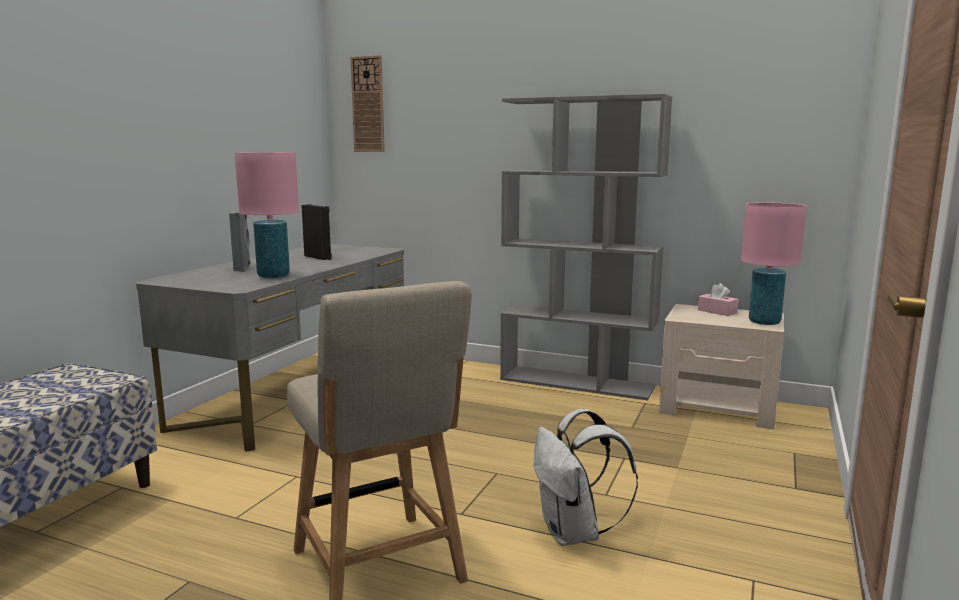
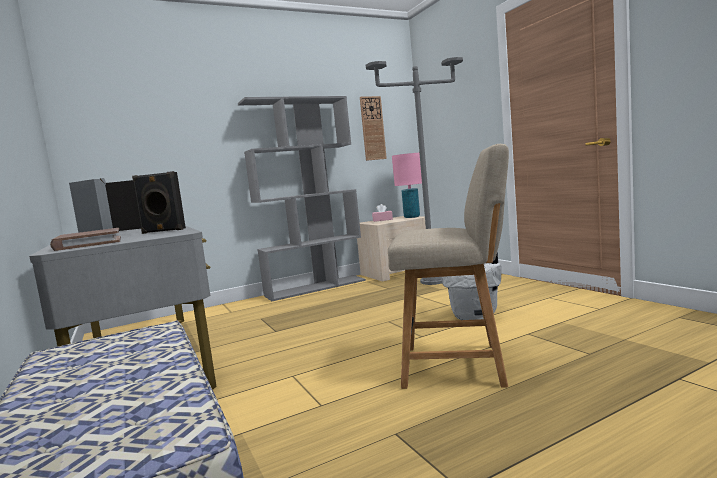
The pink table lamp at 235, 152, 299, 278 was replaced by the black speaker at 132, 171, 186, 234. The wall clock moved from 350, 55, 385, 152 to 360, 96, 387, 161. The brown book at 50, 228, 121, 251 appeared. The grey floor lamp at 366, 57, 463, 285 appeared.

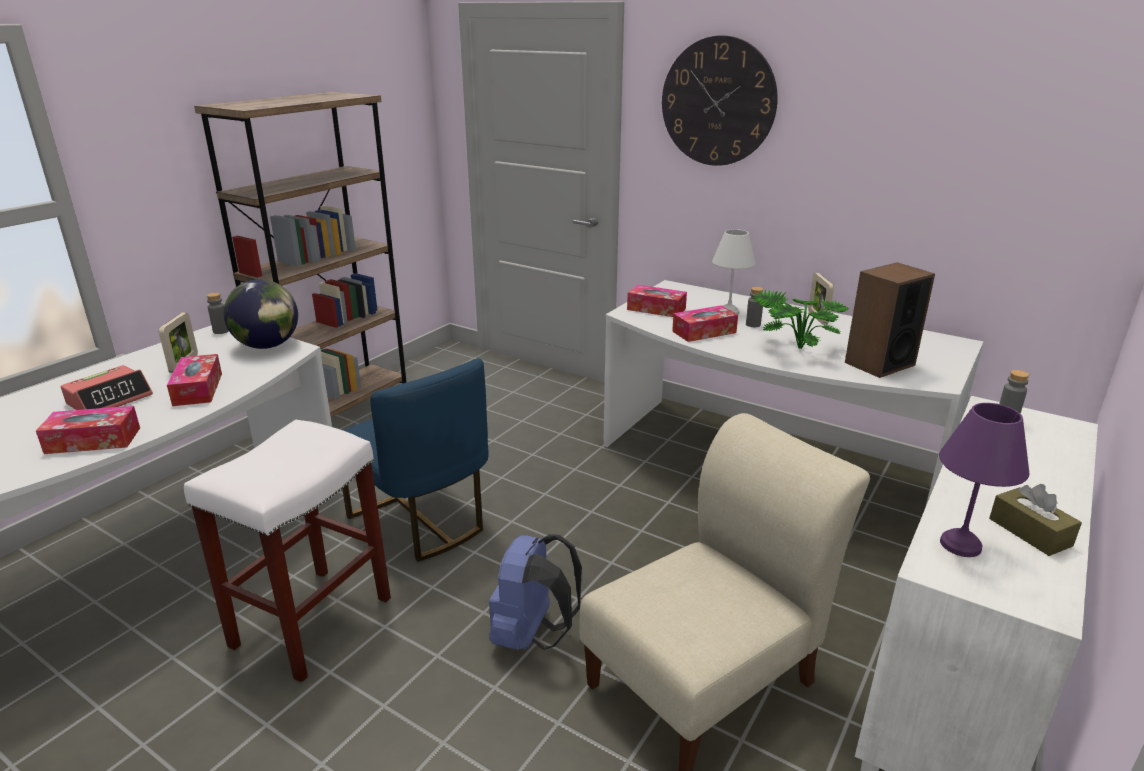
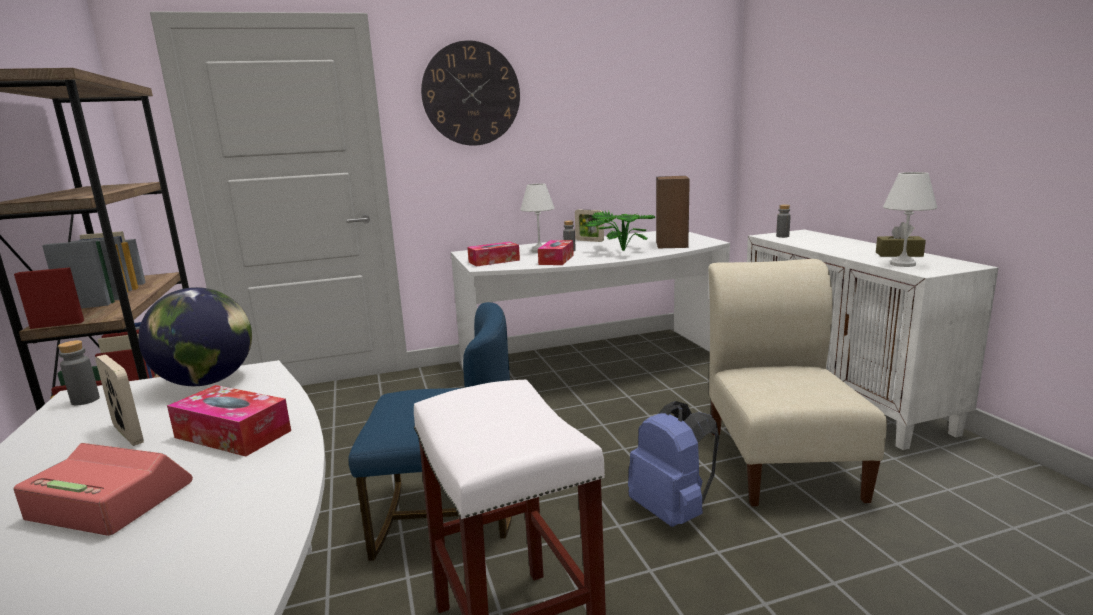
The tissue box at 36, 406, 140, 454 disappeared. The alarm clock at 61, 365, 153, 410 turned 60 degrees counterclockwise. The purple table lamp at 939, 403, 1029, 557 became the white table lamp at 883, 172, 937, 267.

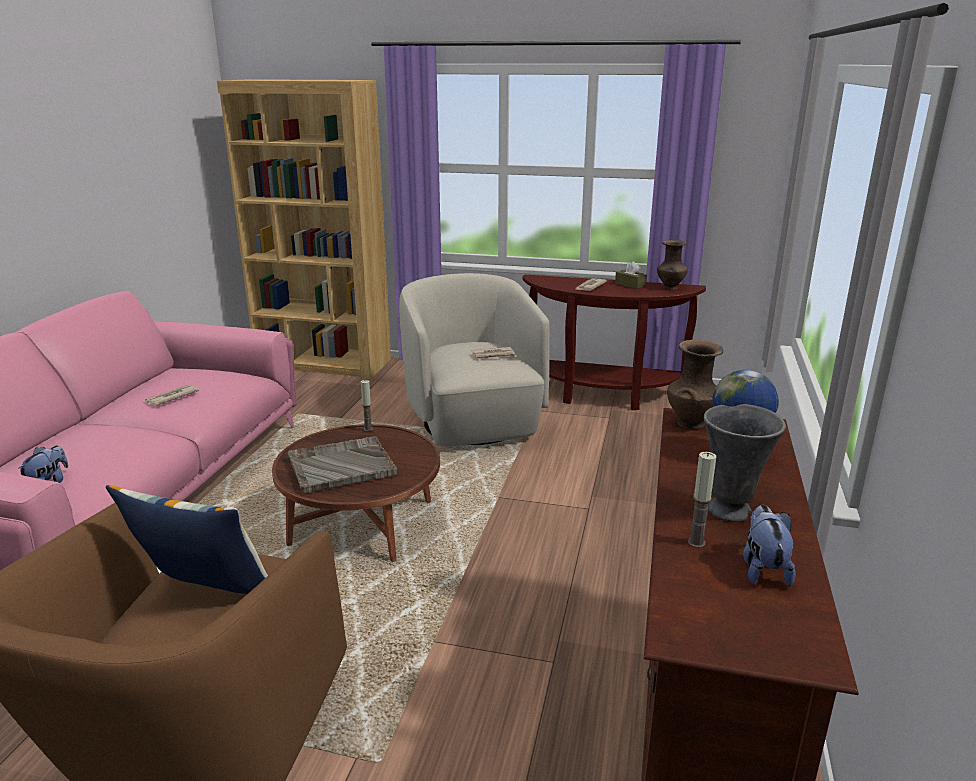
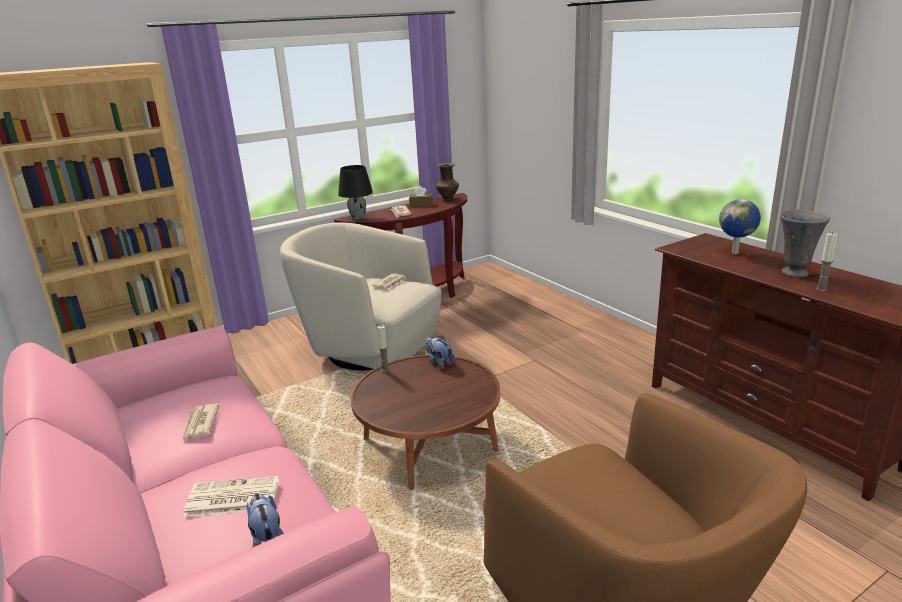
The pillow at 106, 485, 268, 594 disappeared. The grey tray at 287, 436, 397, 494 disappeared. The brown vase at 667, 340, 723, 429 disappeared. The plush toy moved from 743, 505, 796, 586 to 426, 335, 456, 370. The newspaper at 183, 476, 279, 517 appeared. The black table lamp at 338, 165, 373, 220 appeared.

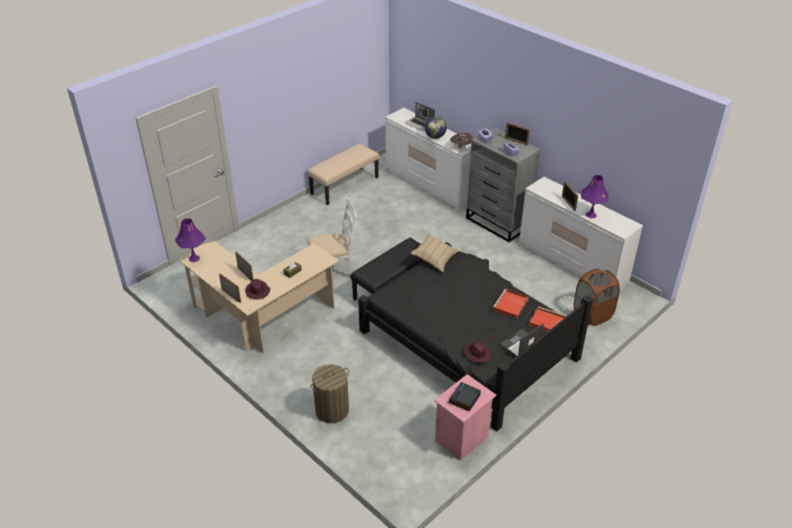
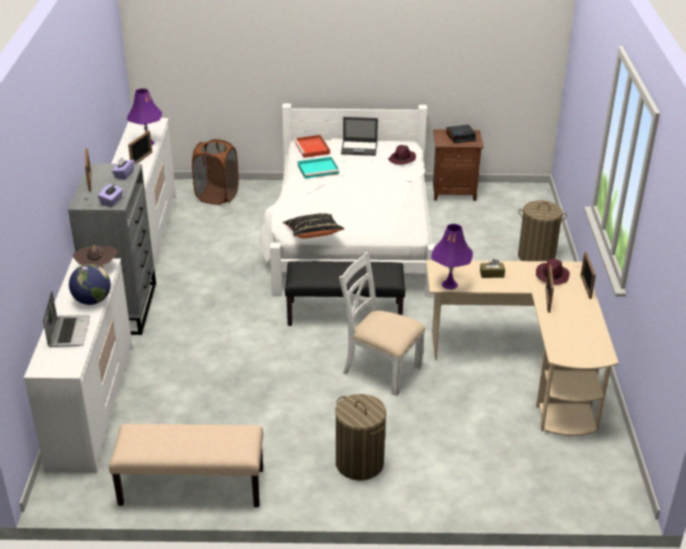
The purple table lamp moved from 175, 218, 206, 262 to 431, 224, 473, 289. The black bed at 358, 242, 593, 431 became the white bed at 259, 103, 437, 297. The beige pillow at 410, 233, 459, 272 became the black pillow at 283, 213, 345, 238. The pink nightstand at 434, 374, 496, 461 became the brown nightstand at 433, 129, 484, 201. The red tray at 493, 289, 529, 318 became the turquoise tray at 298, 157, 339, 179. The laundry basket at 335, 394, 386, 480 appeared.

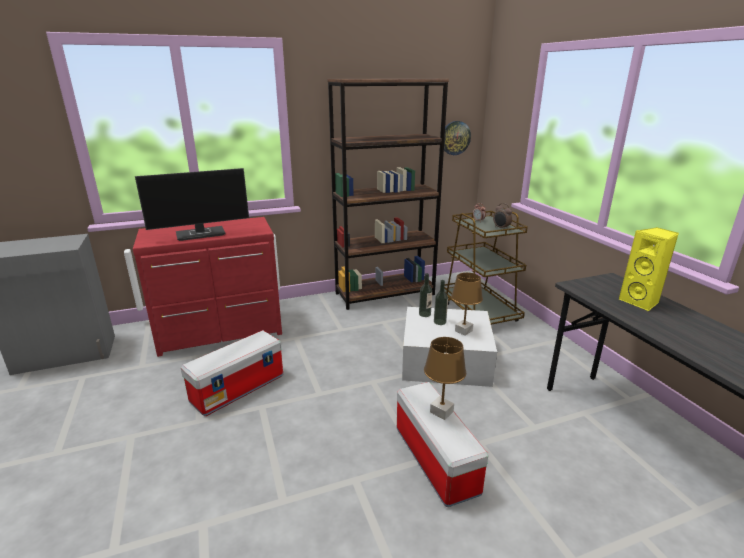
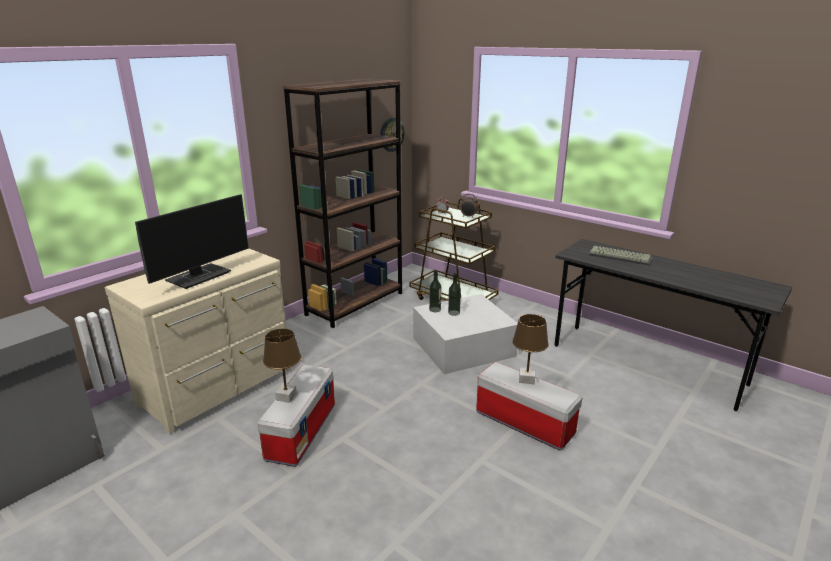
The red dresser at 133, 217, 282, 357 became the beige dresser at 105, 249, 291, 434. The brown table lamp moved from 451, 273, 483, 336 to 263, 329, 301, 403. The yellow speaker at 619, 227, 679, 311 was replaced by the keyboard at 588, 246, 652, 265.

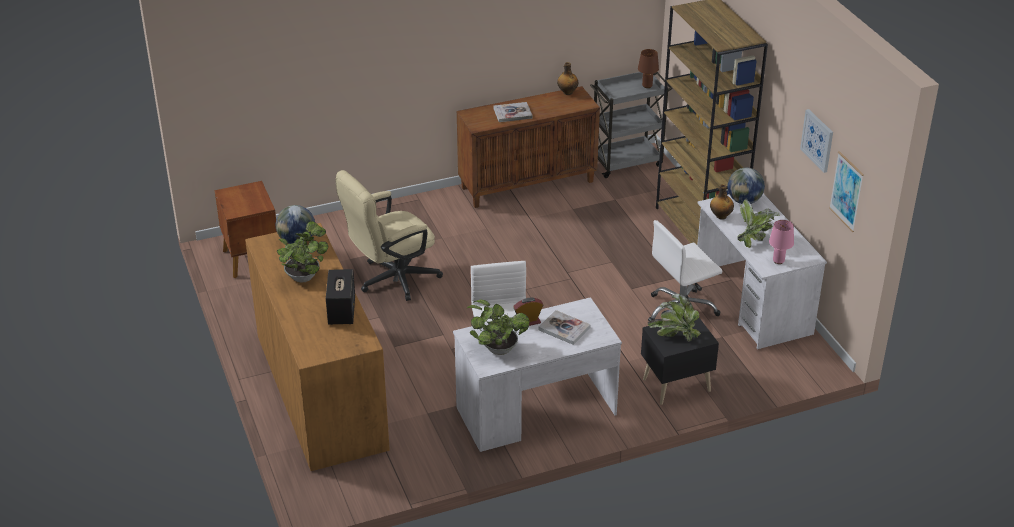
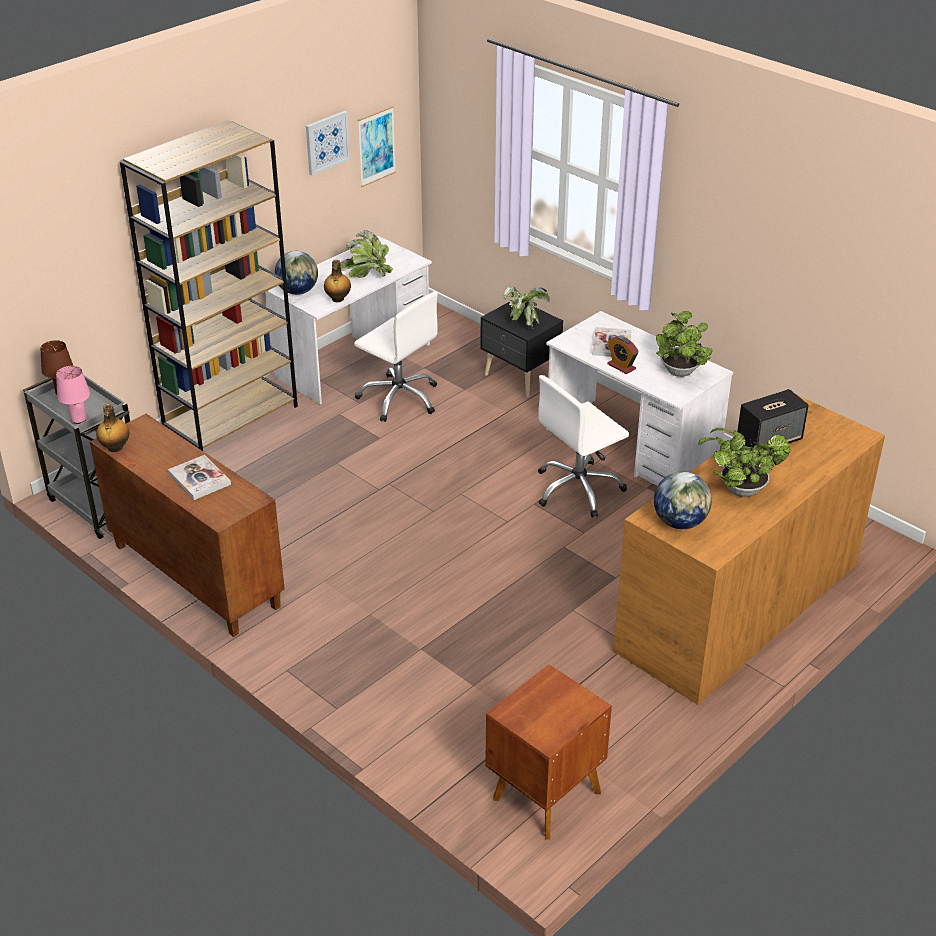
The beige office chair at 335, 170, 443, 301 disappeared. The pink table lamp moved from 769, 220, 794, 264 to 56, 366, 90, 424.

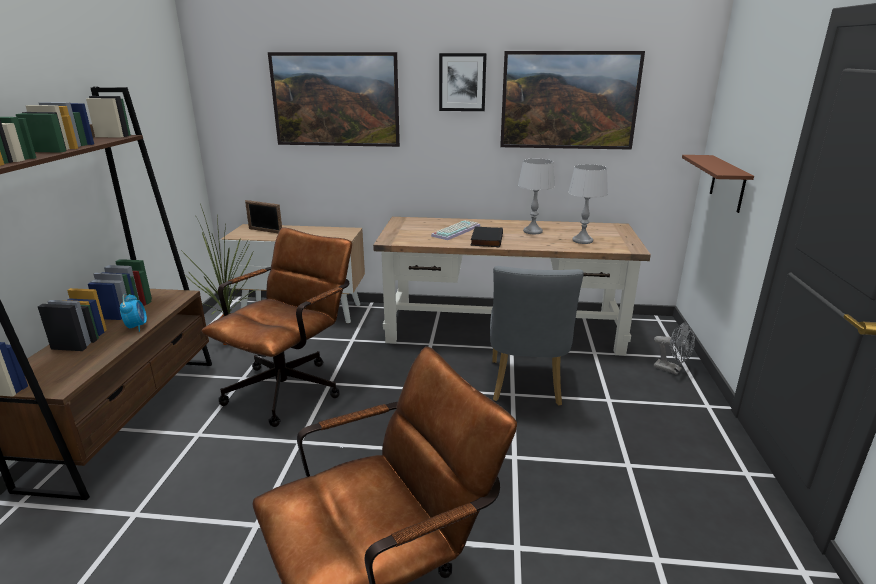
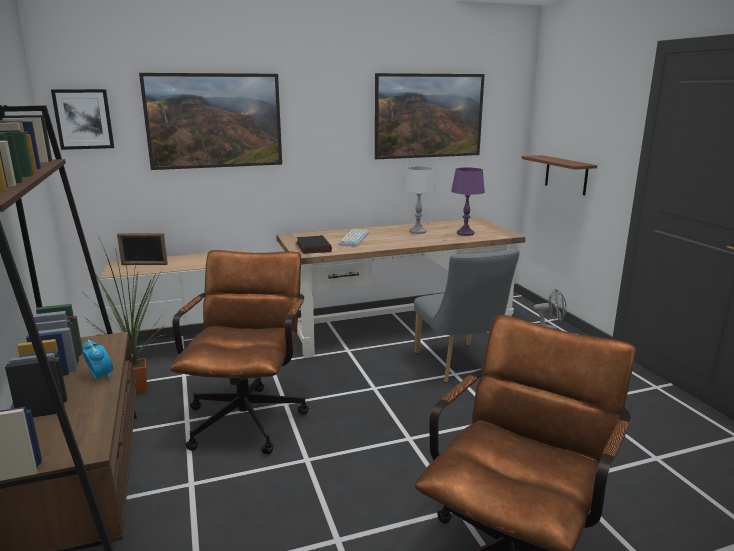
The picture moved from 439, 53, 487, 111 to 51, 89, 114, 150. The black book moved from 470, 226, 503, 248 to 297, 235, 332, 254. The grey table lamp at 568, 164, 608, 244 became the purple table lamp at 451, 168, 485, 236.

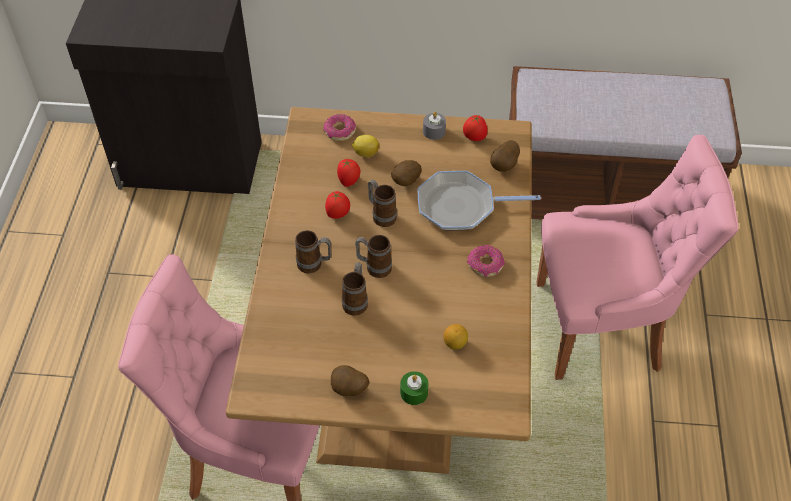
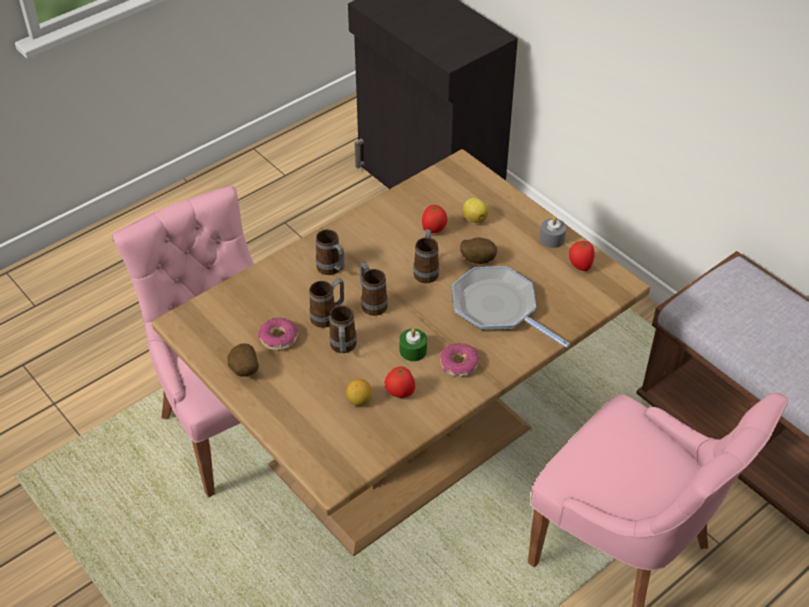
The donut moved from 323, 114, 356, 141 to 258, 318, 298, 350. The tomato moved from 325, 191, 350, 219 to 385, 367, 415, 398. The green candle moved from 400, 371, 428, 405 to 399, 328, 427, 361. The potato at 490, 140, 520, 172 disappeared. The mug at 329, 305, 357, 353 appeared.

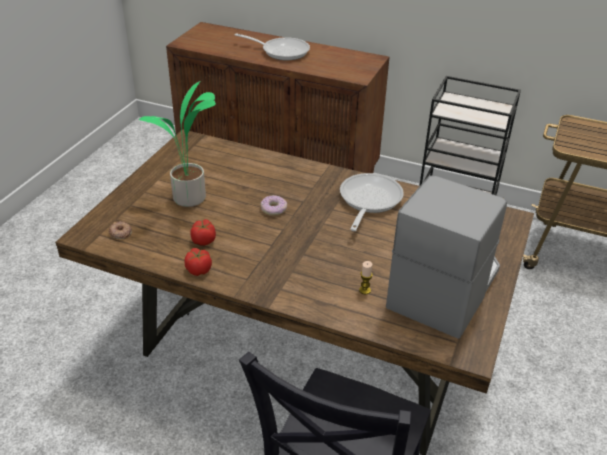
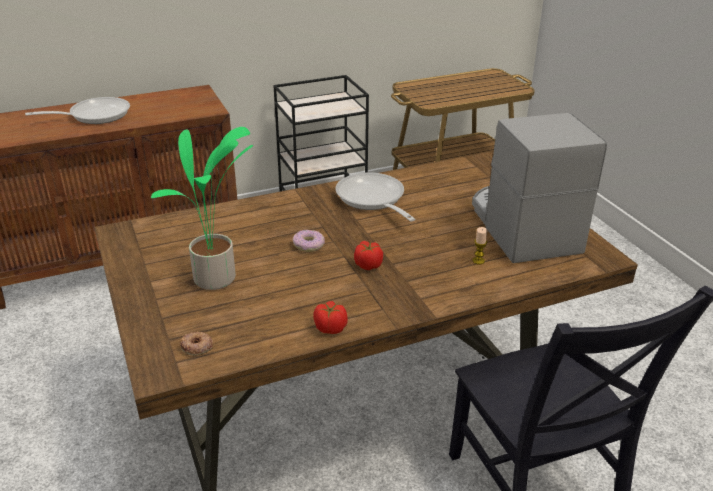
The tomato moved from 190, 219, 216, 246 to 354, 241, 383, 270.

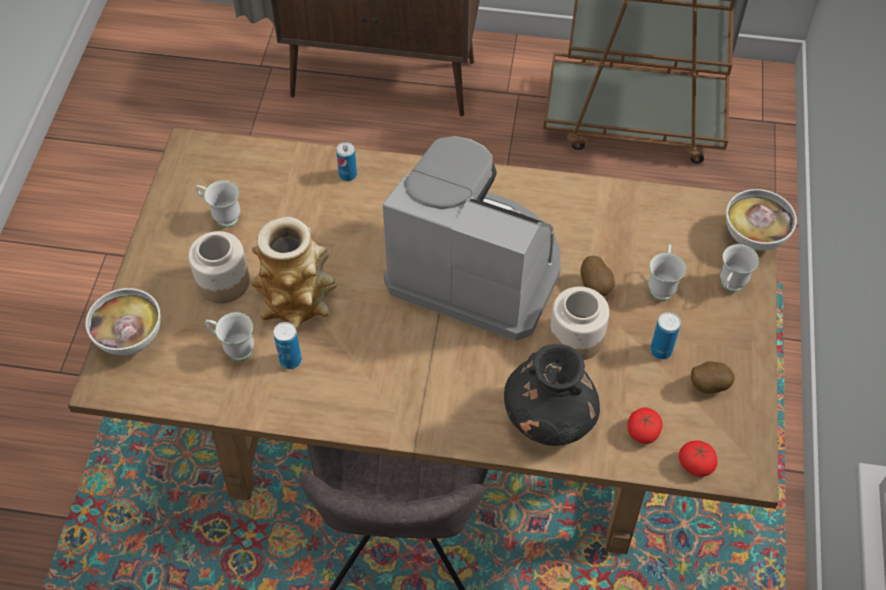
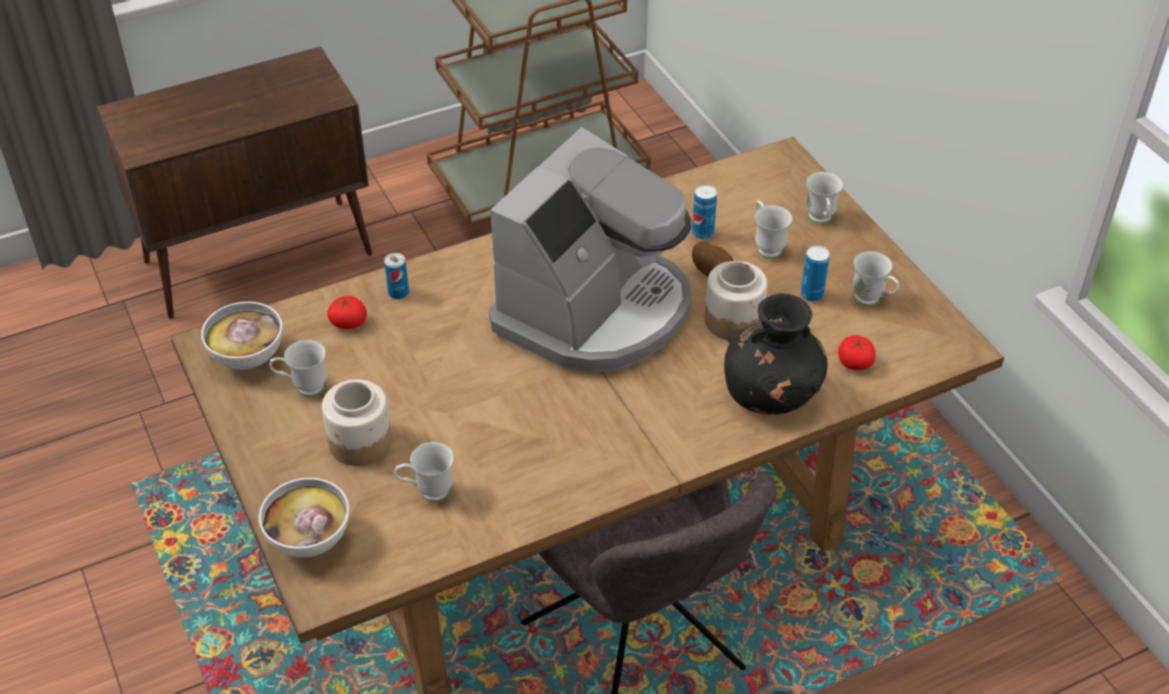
The vase at 251, 217, 336, 329 disappeared. The can moved from 273, 322, 302, 369 to 692, 185, 717, 240. The coffee machine at 383, 136, 561, 341 turned 135 degrees clockwise. The tomato moved from 679, 440, 718, 477 to 327, 296, 367, 329. The potato at 691, 361, 735, 394 was replaced by the white mug at 853, 251, 899, 306. The bowl moved from 726, 189, 797, 251 to 201, 302, 283, 369.

